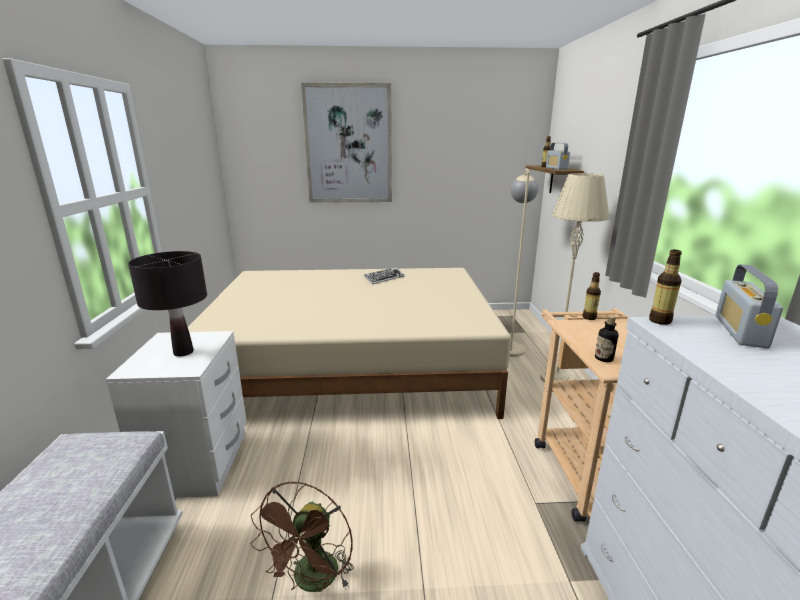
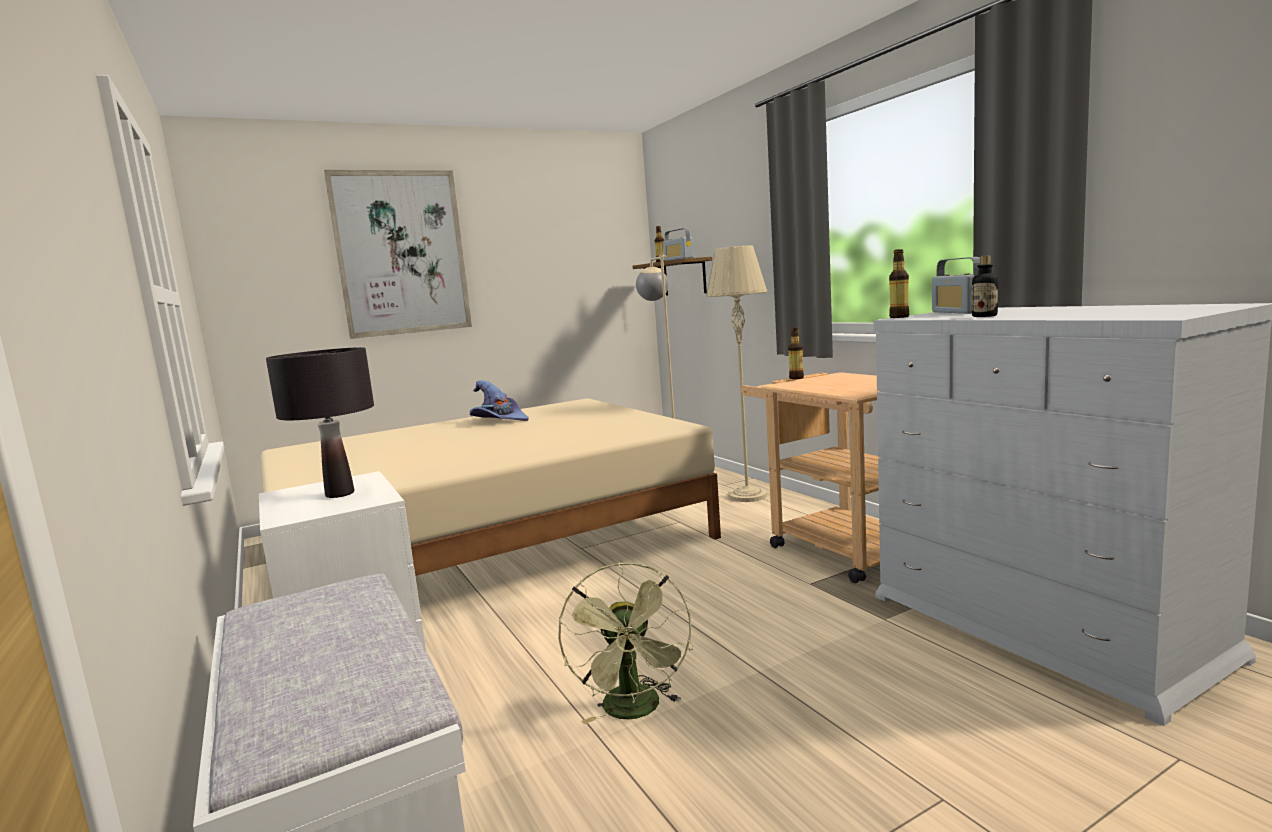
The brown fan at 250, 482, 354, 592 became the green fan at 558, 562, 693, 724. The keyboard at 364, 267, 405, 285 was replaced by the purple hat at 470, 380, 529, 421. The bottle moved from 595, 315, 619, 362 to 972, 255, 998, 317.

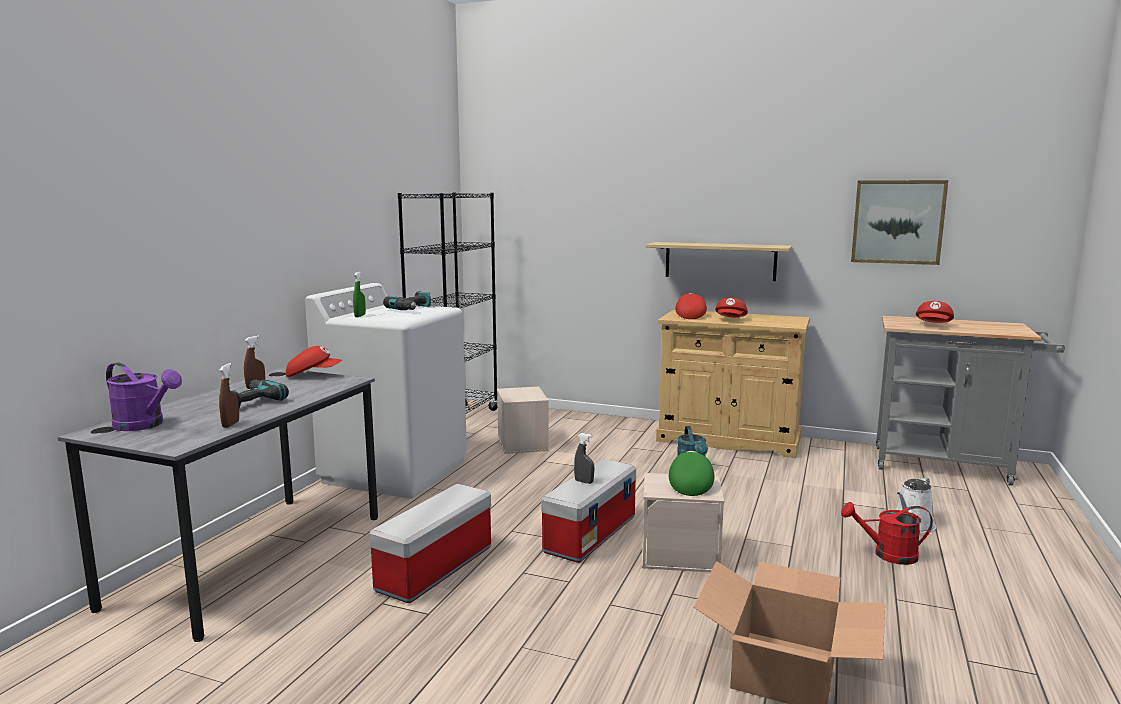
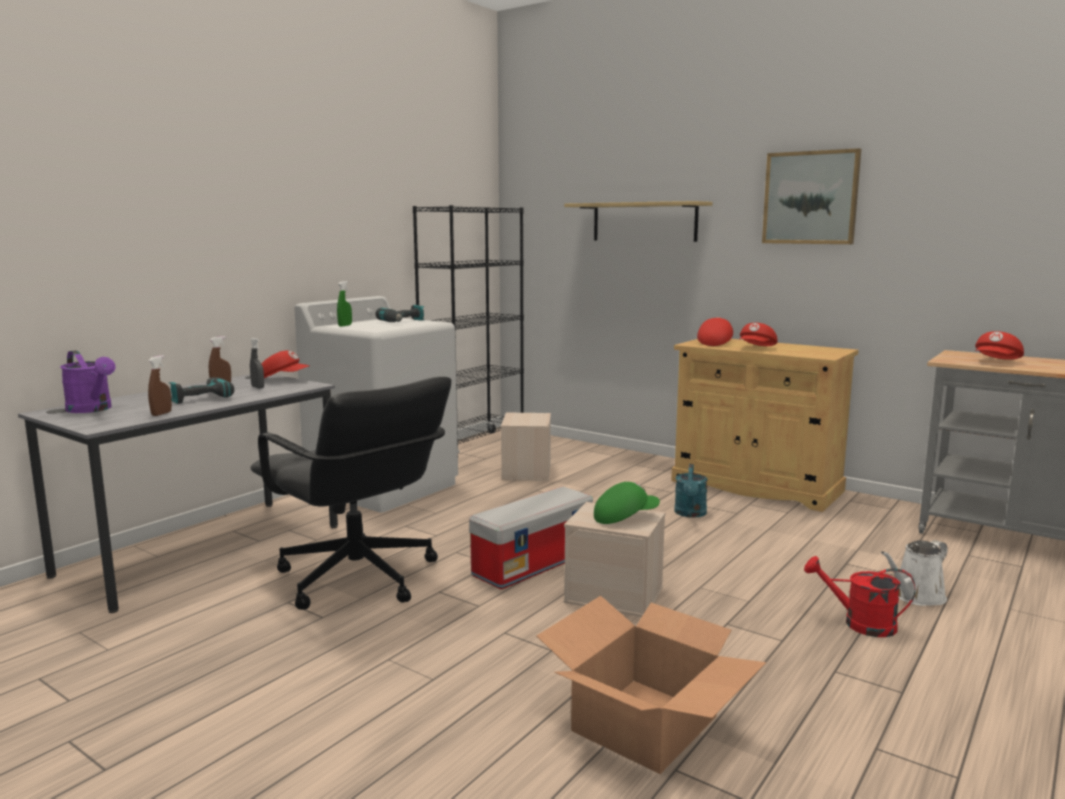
The storage box at 370, 484, 491, 603 was replaced by the black office chair at 250, 377, 451, 610. The grey spray bottle moved from 574, 433, 594, 484 to 250, 338, 264, 389. The shelf moved from 646, 242, 792, 281 to 564, 201, 712, 242. The green cap at 669, 451, 714, 496 turned 45 degrees clockwise. The picture moved from 851, 180, 948, 265 to 762, 148, 861, 244.

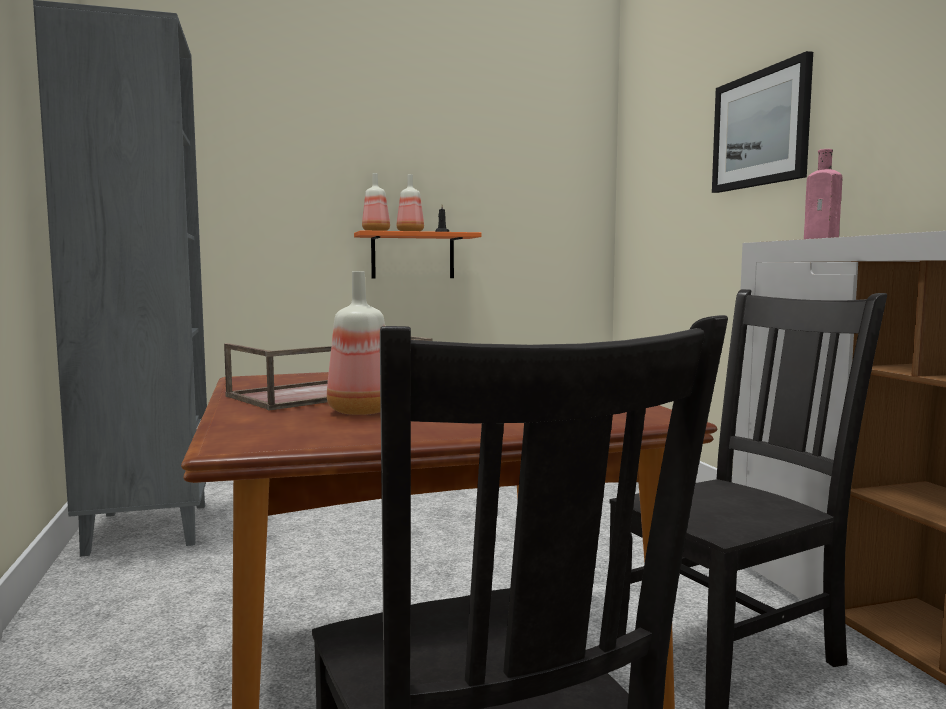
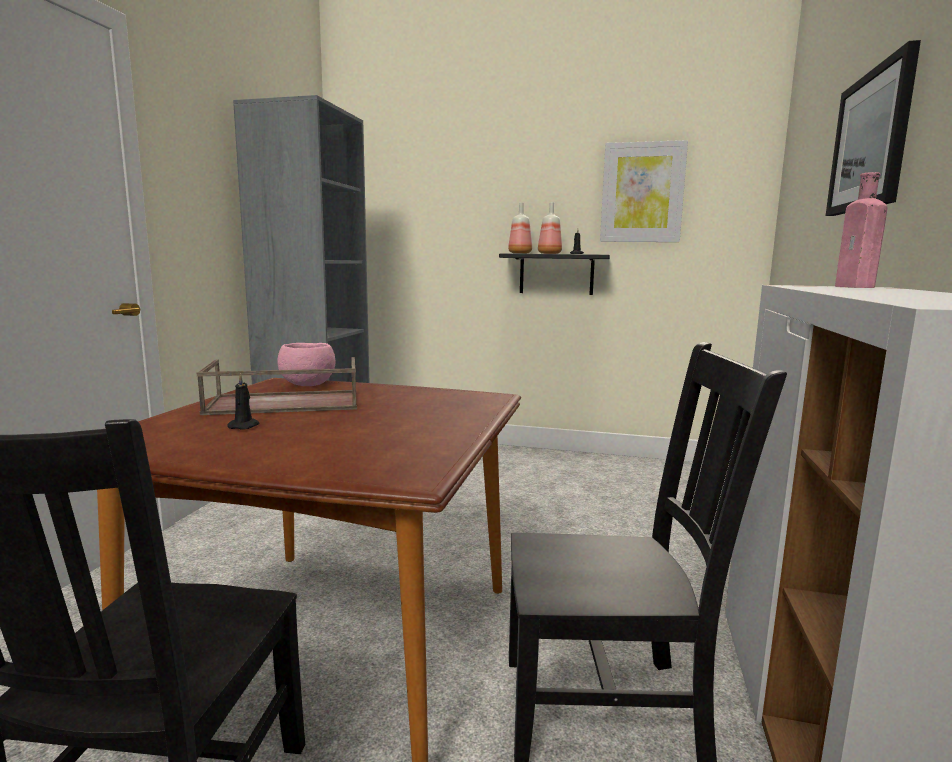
The bottle at 327, 271, 385, 415 was replaced by the black candle at 227, 373, 259, 430. The orange shelf at 354, 230, 482, 278 became the black shelf at 499, 253, 610, 295. The pink bowl at 277, 343, 335, 386 appeared. The picture at 600, 140, 688, 242 appeared.

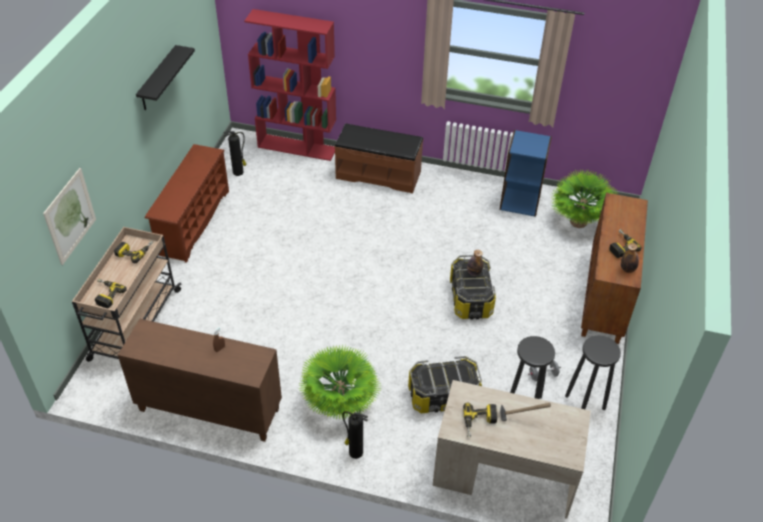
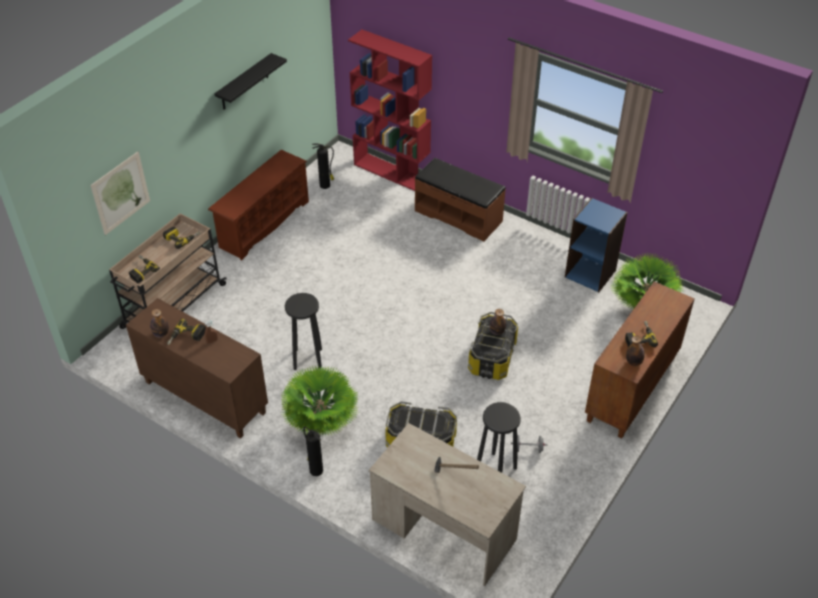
The power drill moved from 463, 403, 497, 437 to 167, 319, 206, 345. The black stool moved from 565, 336, 621, 410 to 285, 293, 322, 370. The bottle at 150, 309, 169, 338 appeared.

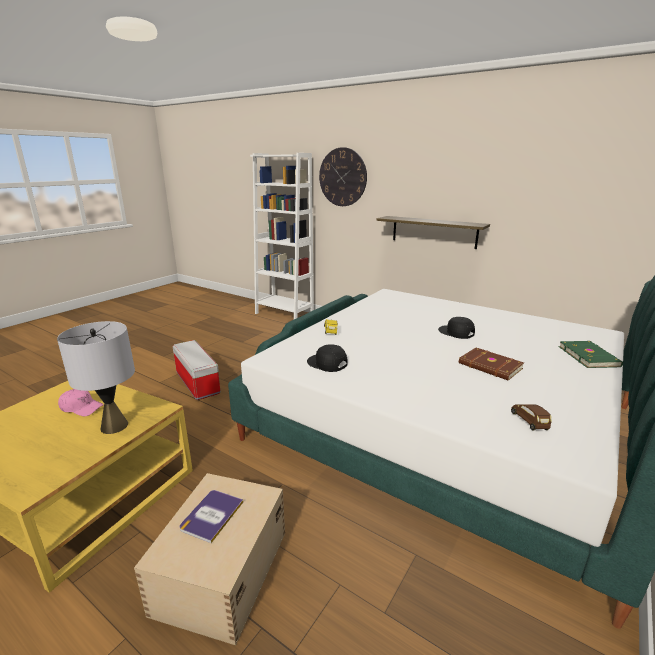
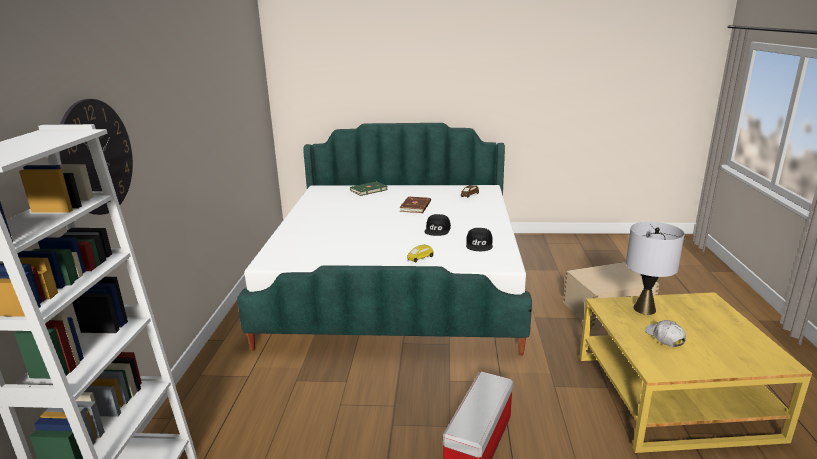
The pink cap at 58, 389, 104, 416 became the white cap at 645, 320, 686, 347. The book at 180, 490, 243, 543 disappeared. The shelf at 376, 216, 490, 249 disappeared. The black cap moved from 438, 317, 475, 339 to 424, 214, 451, 236.

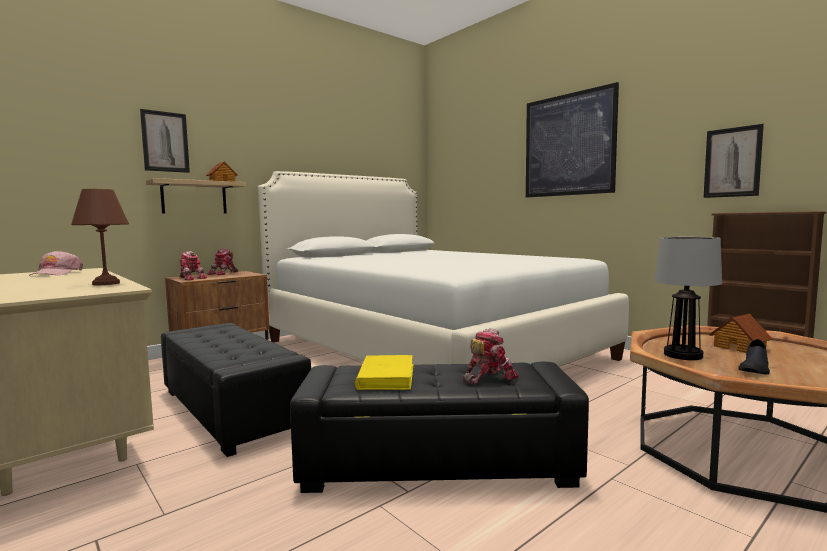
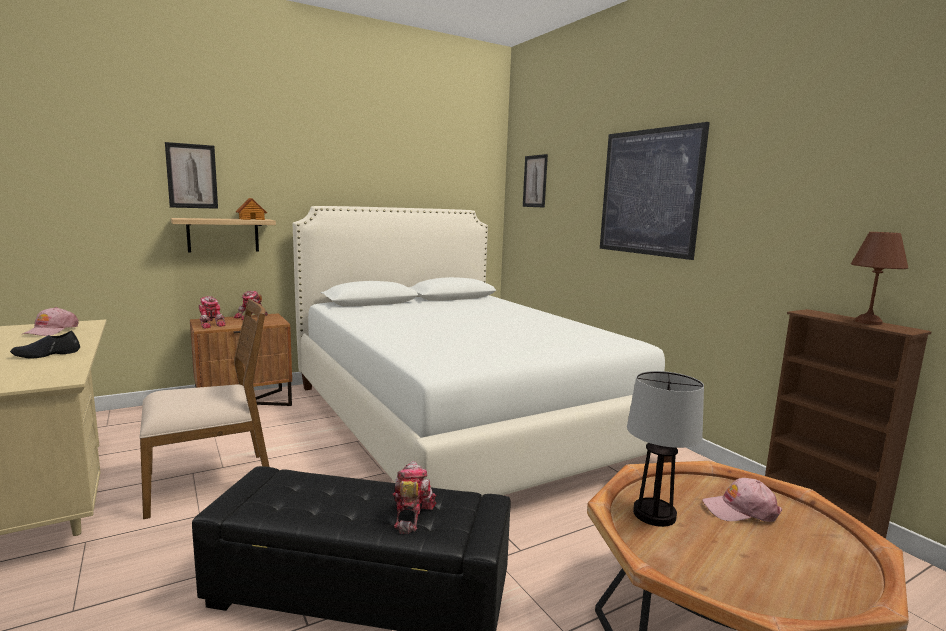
The brown table lamp moved from 71, 189, 129, 285 to 851, 232, 908, 325. The black ottoman at 161, 323, 311, 457 was replaced by the brown chair at 139, 299, 269, 519. The yellow book at 355, 355, 414, 390 disappeared. The toy robot at 463, 328, 519, 384 turned 60 degrees counterclockwise. The picture moved from 703, 124, 764, 198 to 523, 154, 548, 208. The toy house at 709, 314, 772, 353 was replaced by the pink cap at 702, 478, 782, 522. The black shoe moved from 738, 339, 770, 374 to 10, 330, 80, 358.

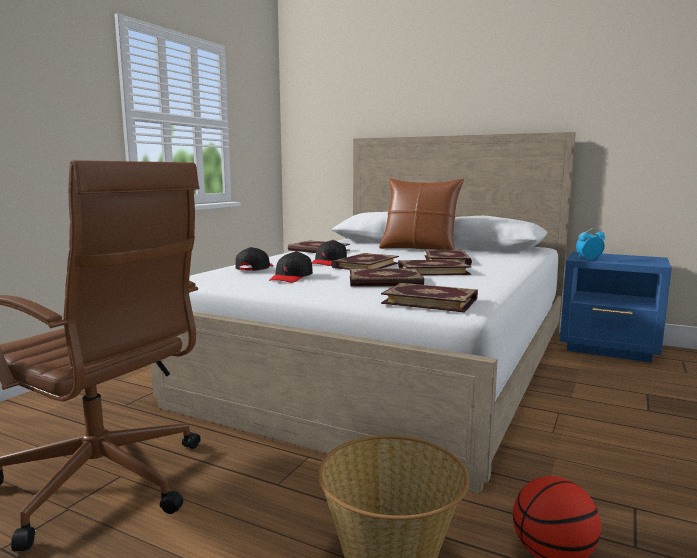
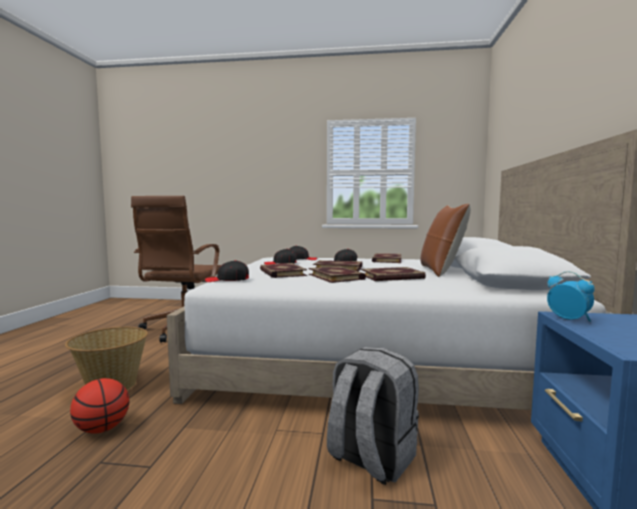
The book at 381, 283, 478, 313 was replaced by the black cap at 205, 260, 249, 282. The grey backpack at 327, 347, 419, 485 appeared.

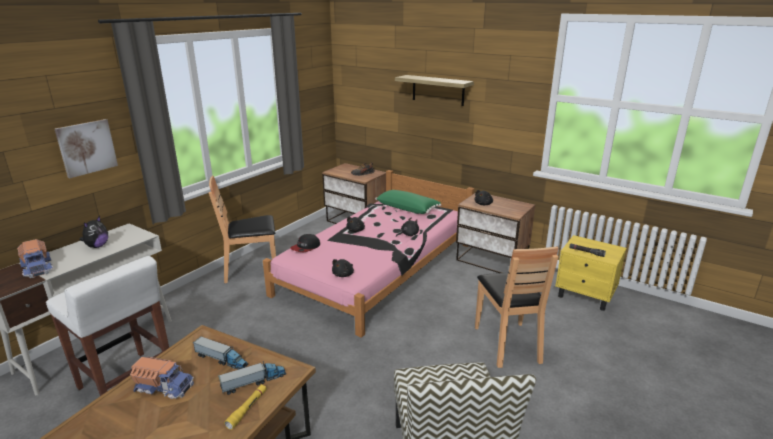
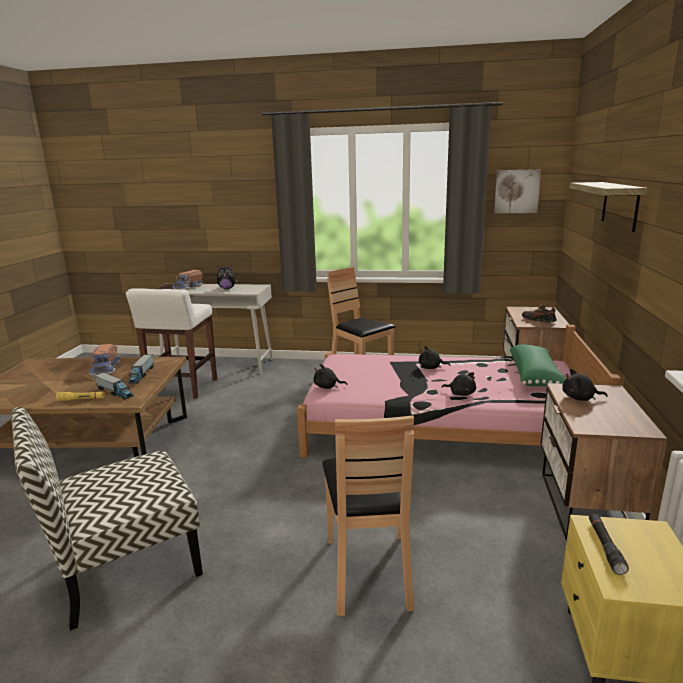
The picture moved from 55, 119, 118, 178 to 494, 169, 541, 214. The cap at 290, 234, 320, 252 disappeared. The brown chair at 475, 246, 559, 368 turned 60 degrees counterclockwise.

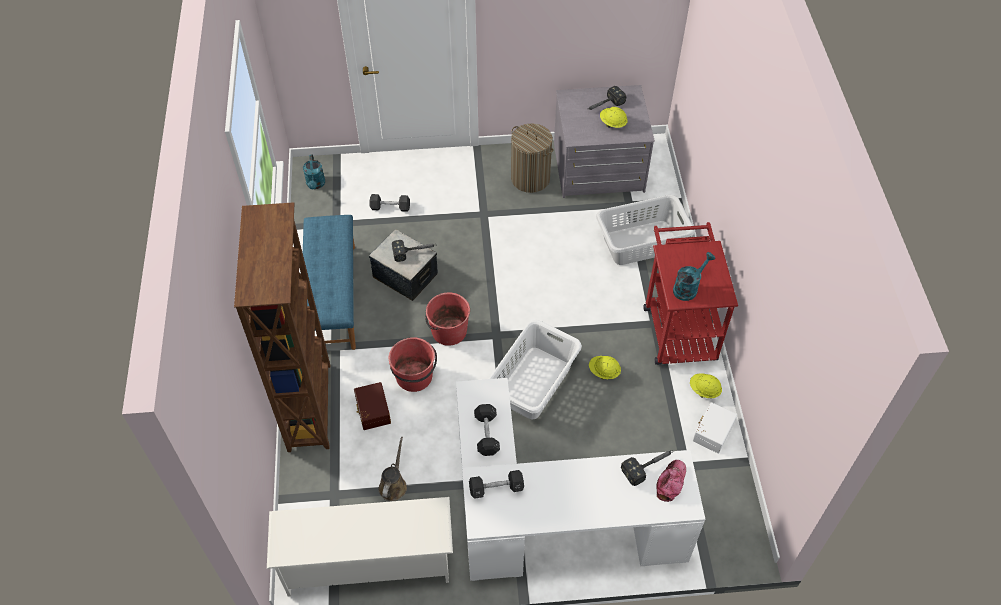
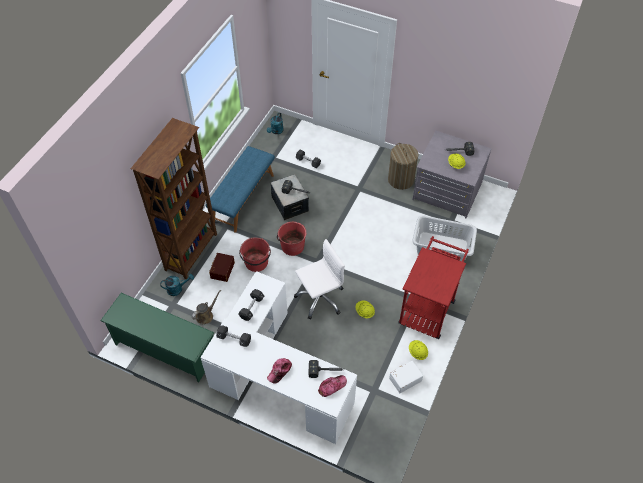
The white shoe rack at 267, 497, 453, 596 became the green shoe rack at 100, 293, 214, 382. The white laundry basket at 489, 320, 582, 419 was replaced by the white office chair at 294, 239, 345, 320. The turquoise watering can moved from 673, 252, 715, 301 to 160, 274, 194, 296. The cap at 267, 358, 292, 384 appeared.

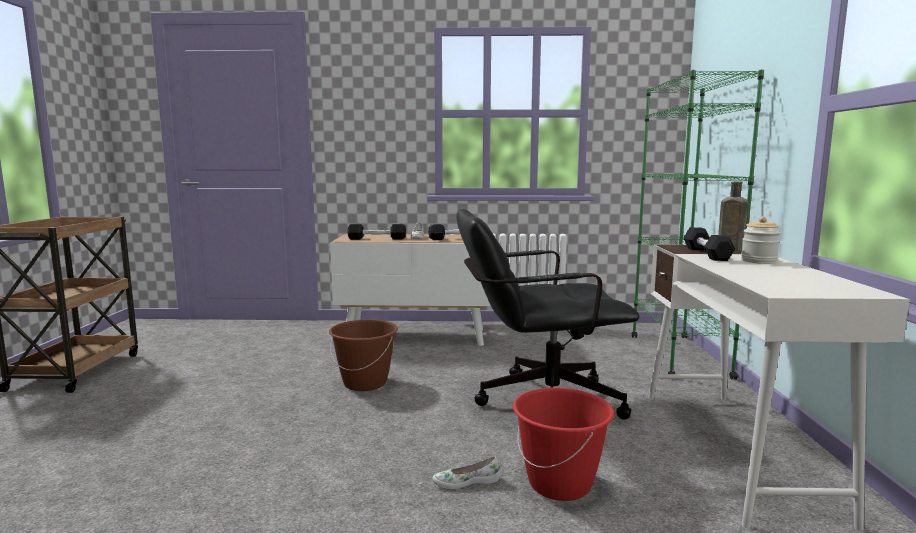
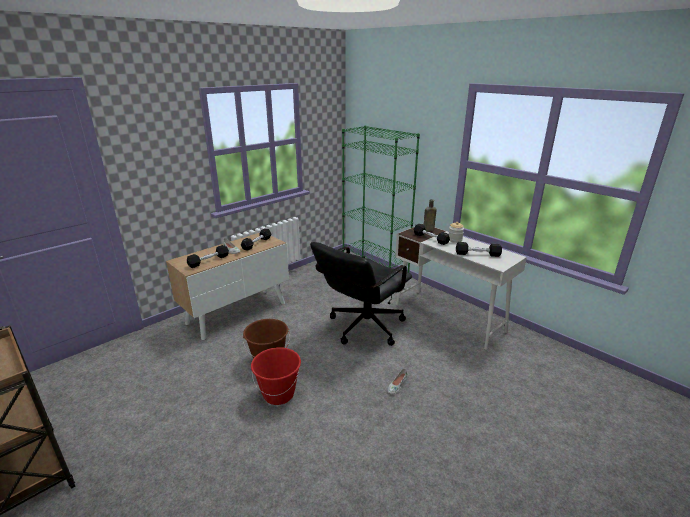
The red bucket moved from 513, 387, 614, 501 to 251, 347, 301, 405. The black dumbbell at 456, 242, 502, 257 appeared.

